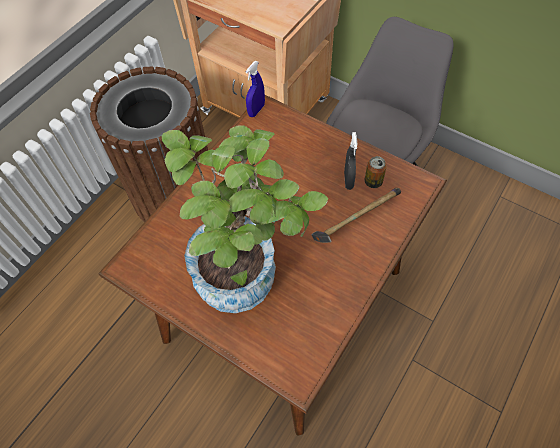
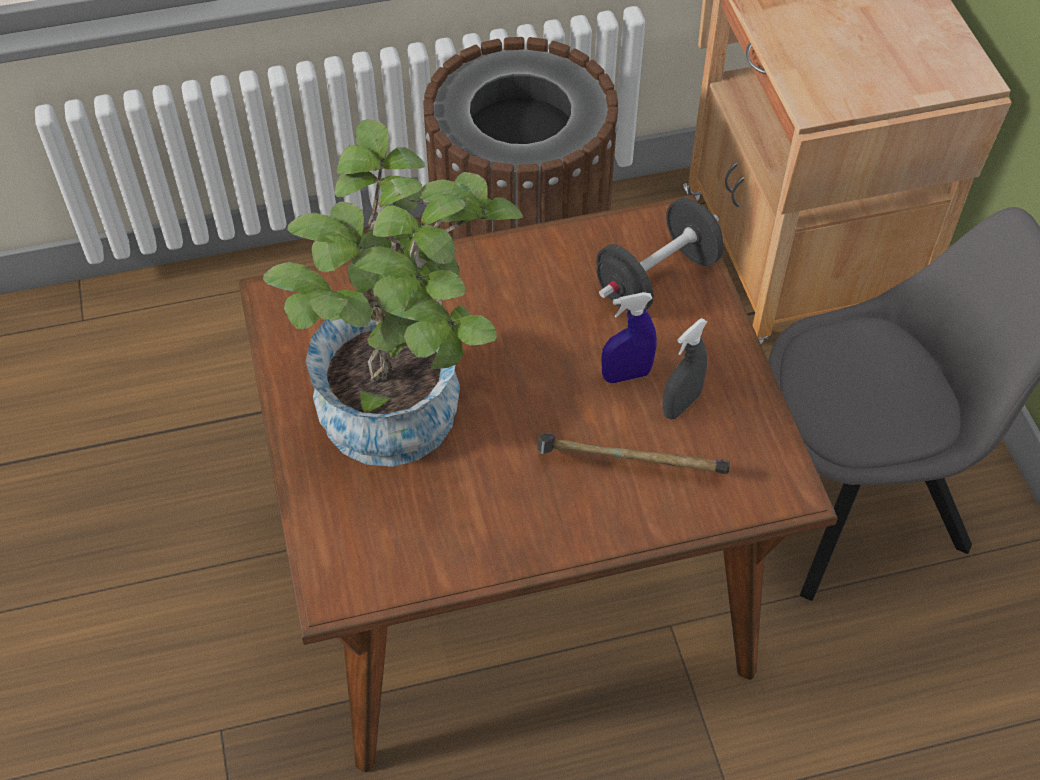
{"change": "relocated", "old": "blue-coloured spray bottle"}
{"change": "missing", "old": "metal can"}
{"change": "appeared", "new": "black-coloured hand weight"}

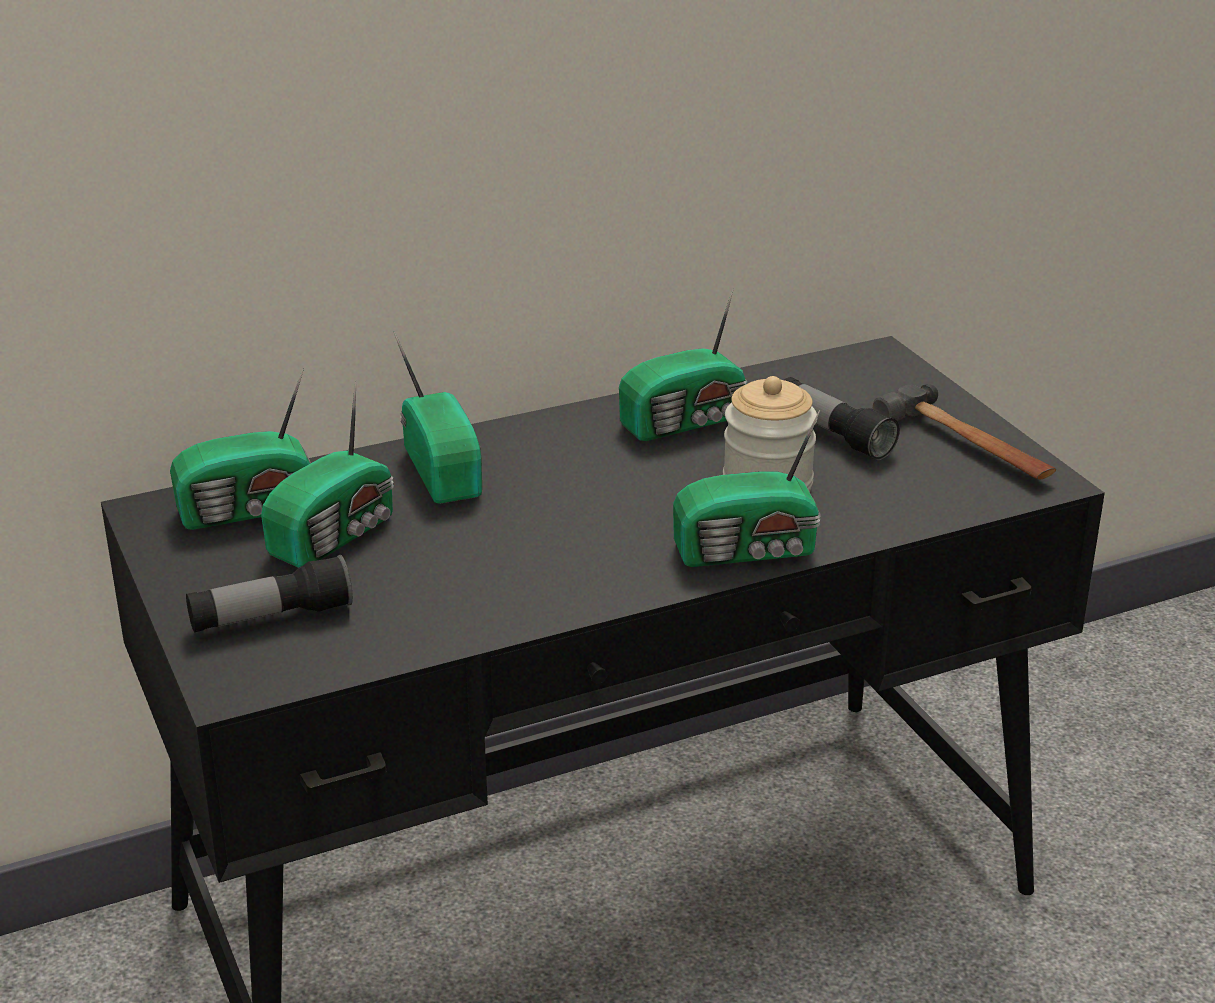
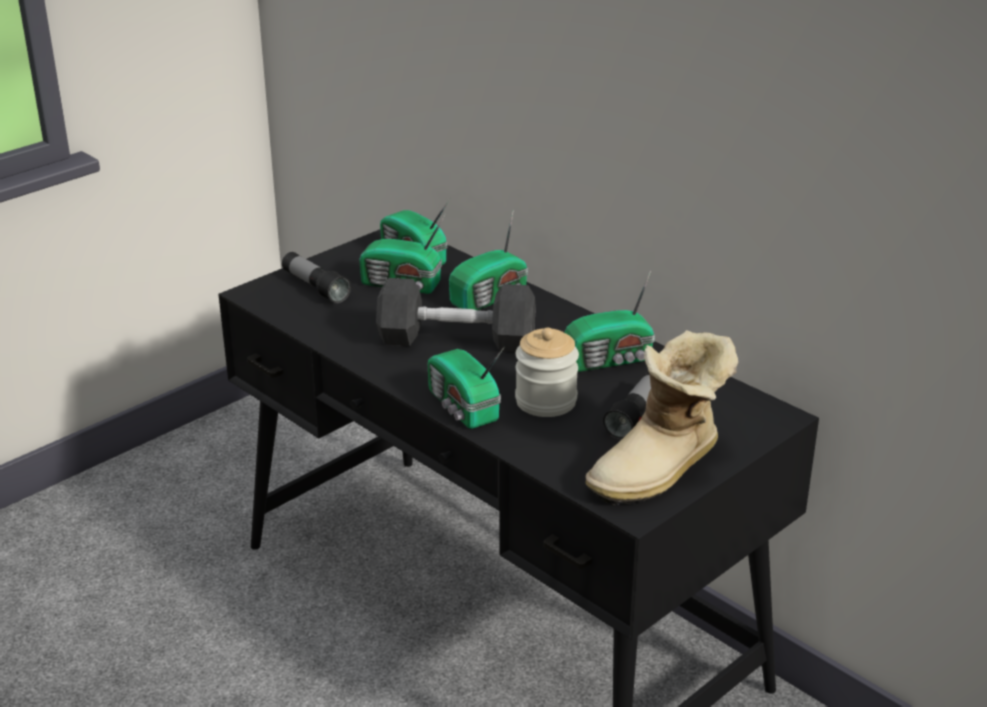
{"change": "spun", "old": "radio receiver (no. 4 from left in the first image)", "degrees": -60}
{"change": "exchanged", "old": "tool hammer", "new": "high-top boot"}
{"change": "appeared", "new": "greyish hand weight"}

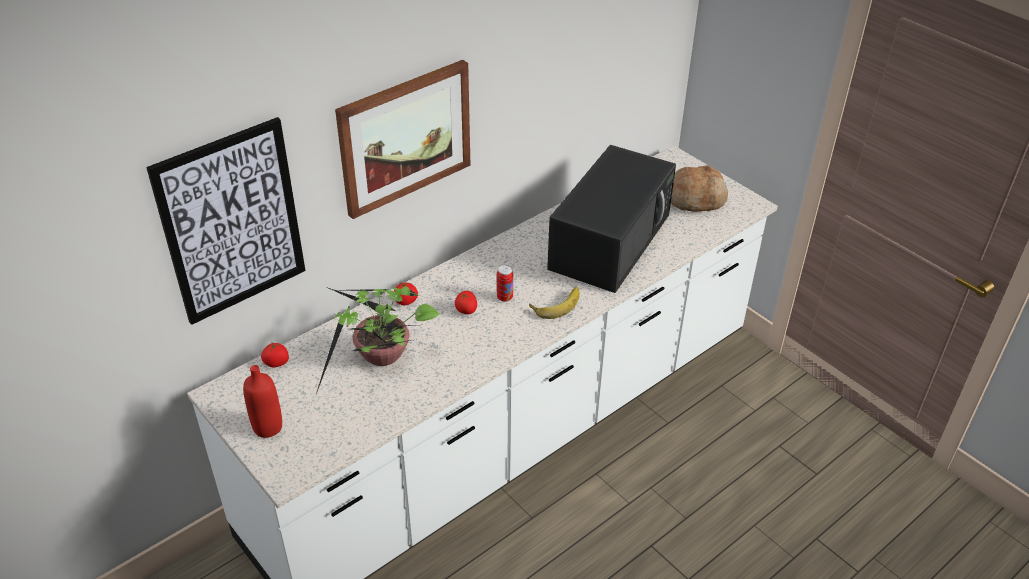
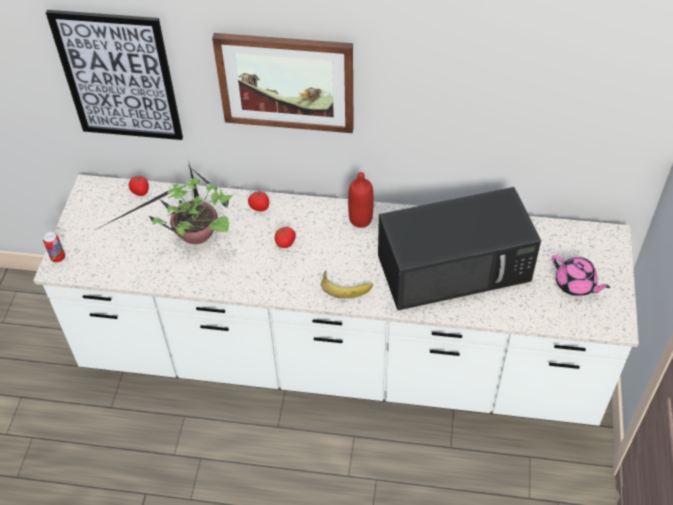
{"change": "exchanged", "old": "baked bread", "new": "pink teapot"}
{"change": "relocated", "old": "metal can"}
{"change": "relocated", "old": "red drink bottle"}

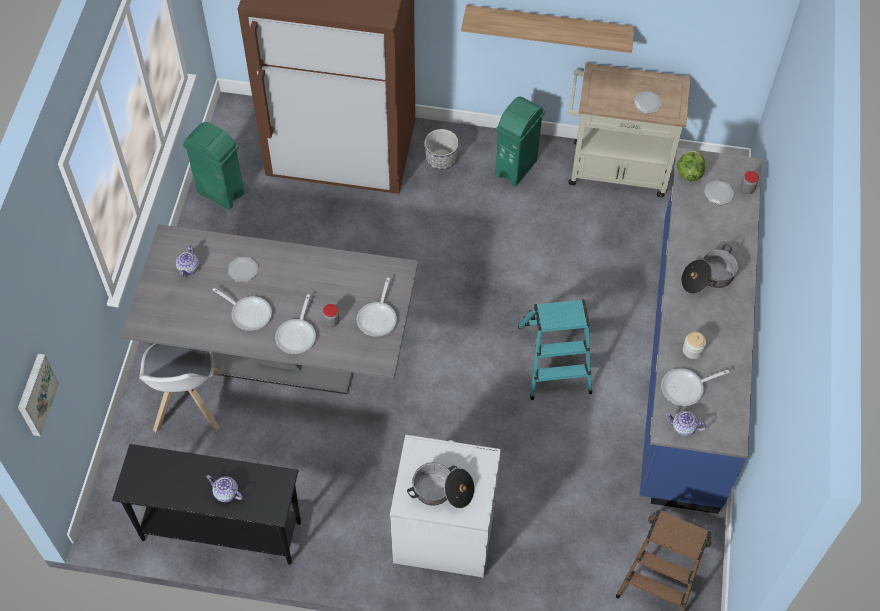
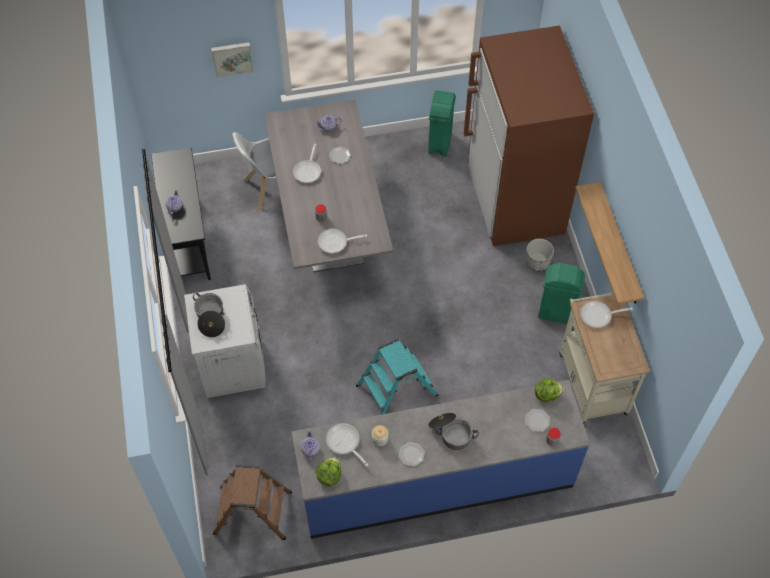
{"change": "relocated", "old": "dinner plate (no. 2 from left)"}
{"change": "relocated", "old": "skillet (no. 2 from left in the first image)", "new": "skillet (no. 4 from left)"}
{"change": "relocated", "old": "wall picture"}
{"change": "appeared", "new": "head of lettuce (no. 1 from left)"}

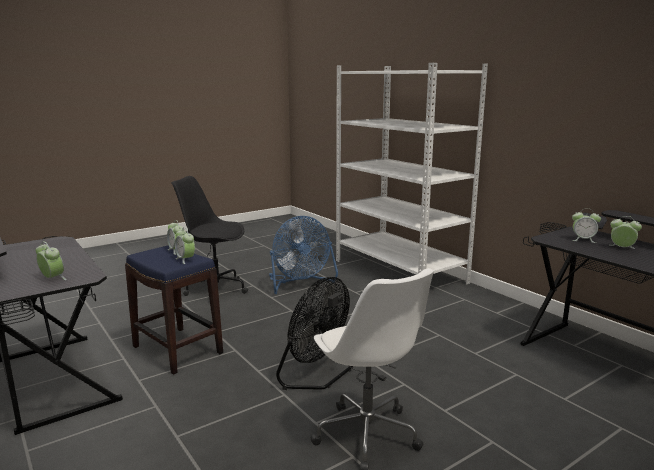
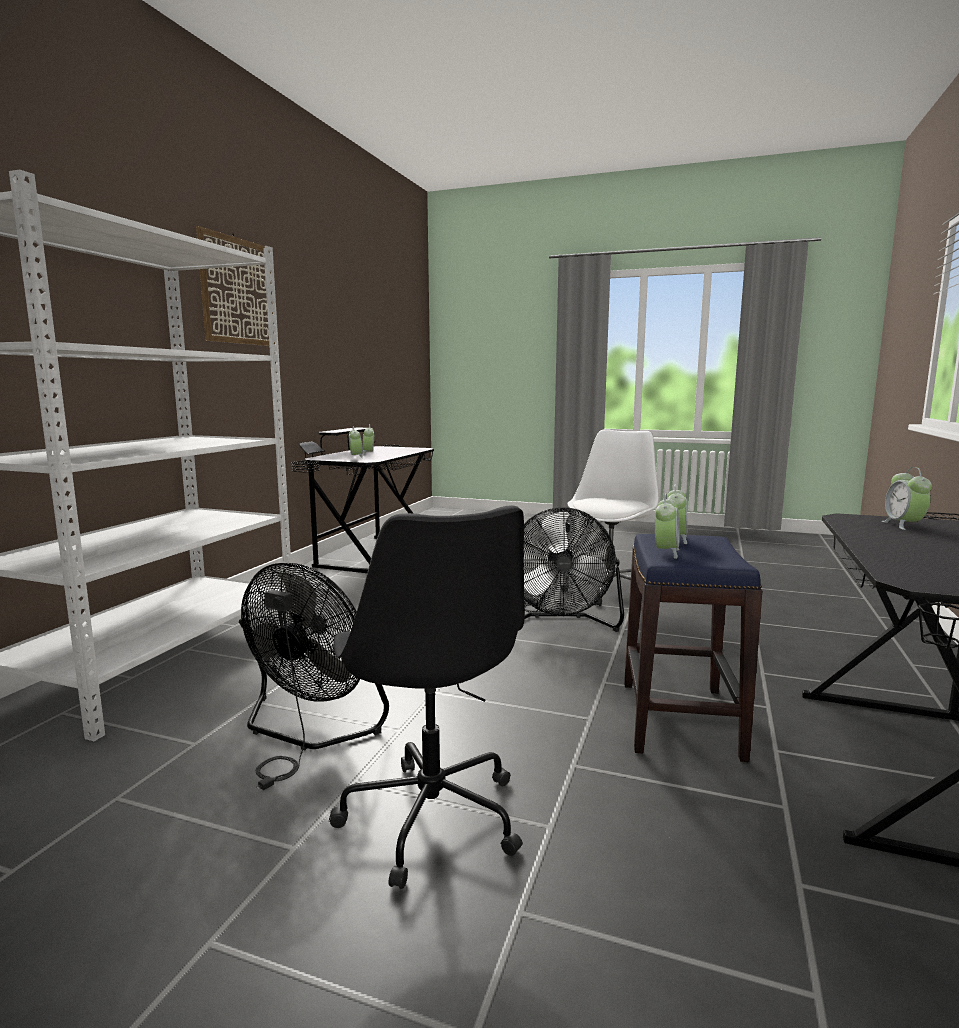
{"change": "colour", "old": "blue-coloured cooling fan", "new": "black-coloured cooling fan (no. 1 from left)"}
{"change": "appeared", "new": "wall picture"}

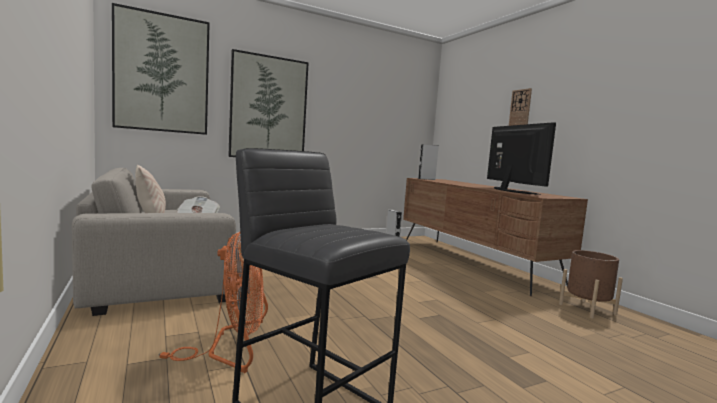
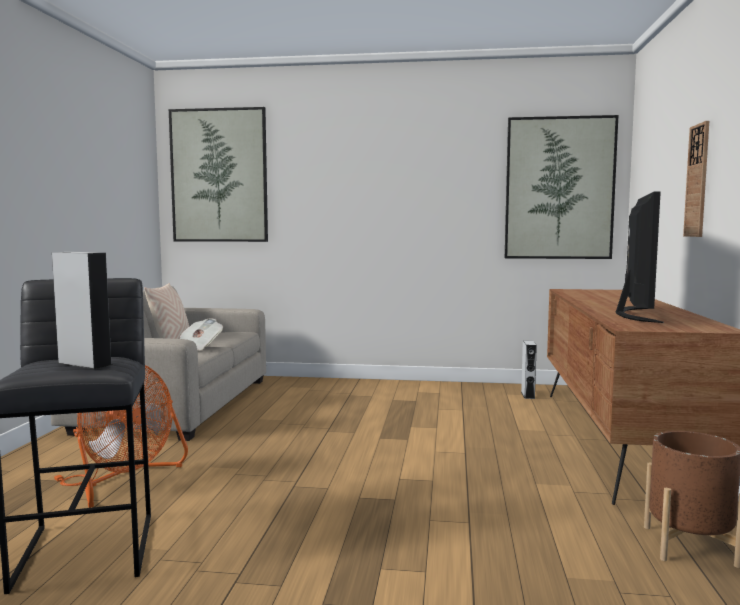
{"change": "relocated", "old": "wall picture (no. 2 from left)"}
{"change": "relocated", "old": "greyish audio speaker (no. 2 from left in the first image)", "new": "greyish audio speaker (no. 1 from left)"}

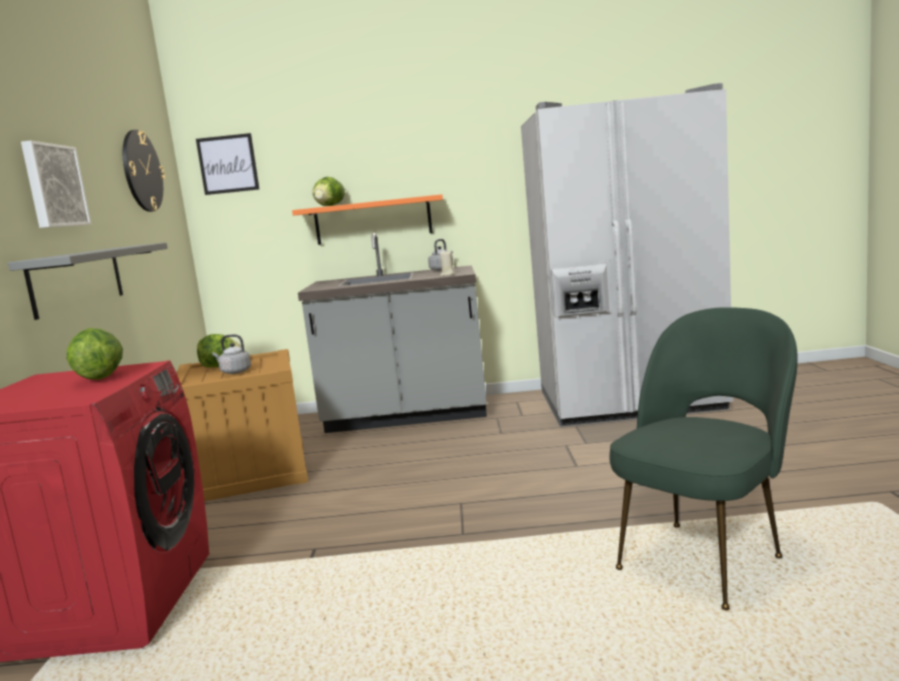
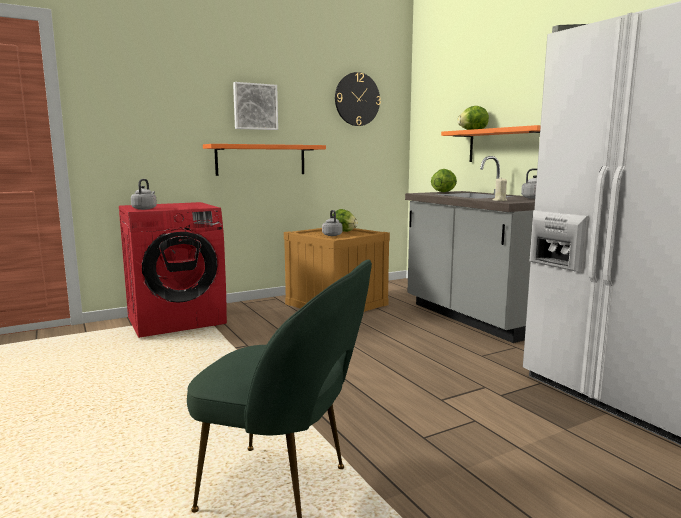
{"change": "missing", "old": "wall picture (no. 2 from left)"}
{"change": "colour", "old": "greyish shelf", "new": "orange-coloured shelf (no. 1 from left)"}
{"change": "relocated", "old": "head of lettuce (no. 1 from left in the first image)", "new": "head of lettuce (no. 2 from left)"}
{"change": "appeared", "new": "greyish water kettle (no. 1 from left)"}

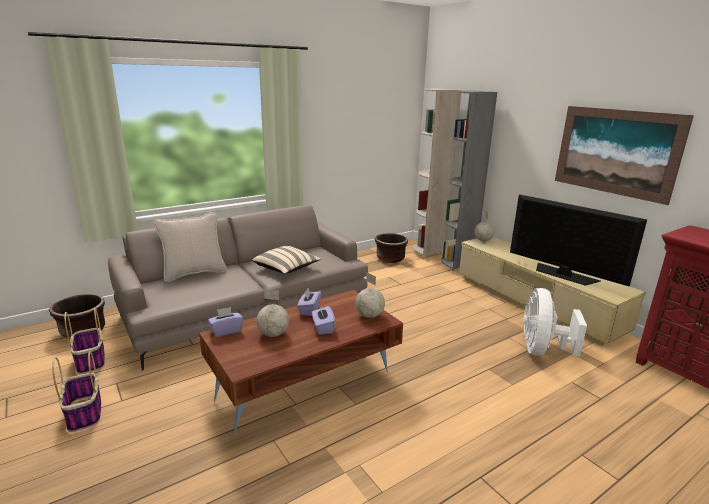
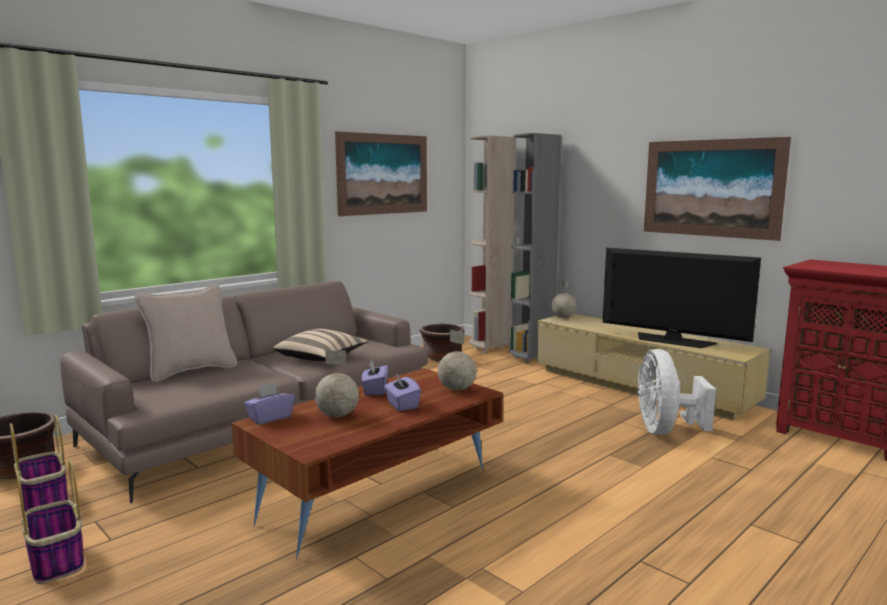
{"change": "appeared", "new": "wall picture (no. 1 from left)"}

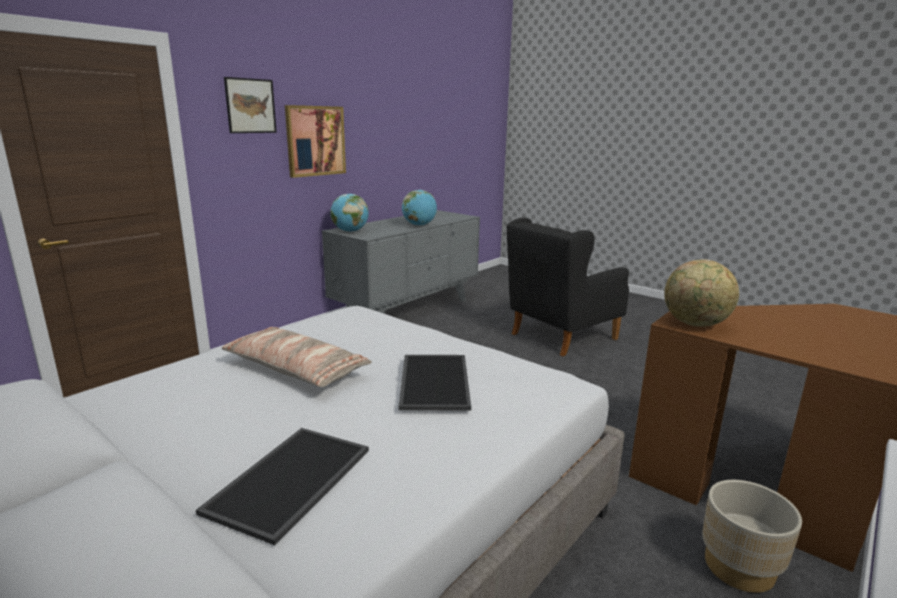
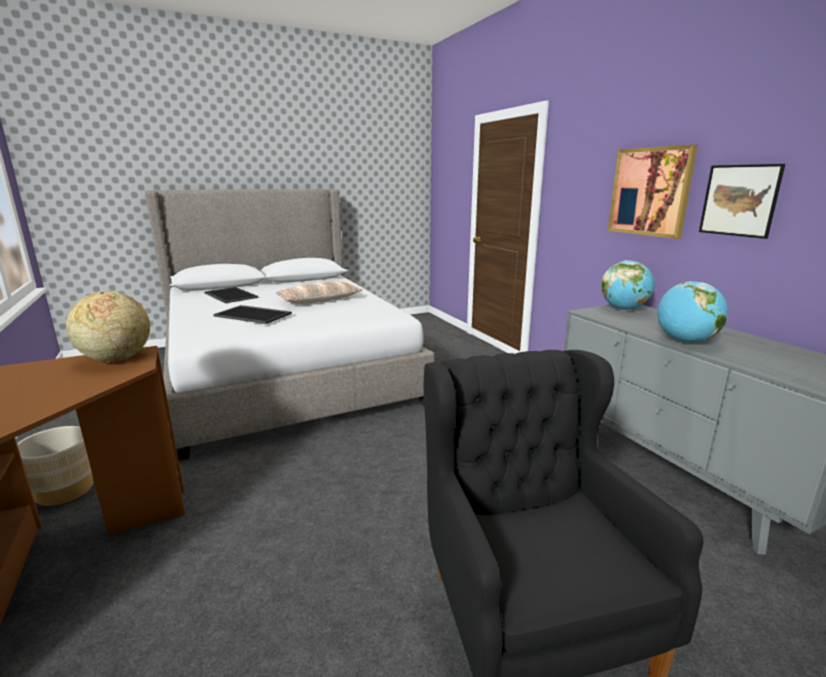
{"change": "relocated", "old": "wall picture (no. 1 from left in the first image)", "new": "wall picture (no. 2 from left)"}

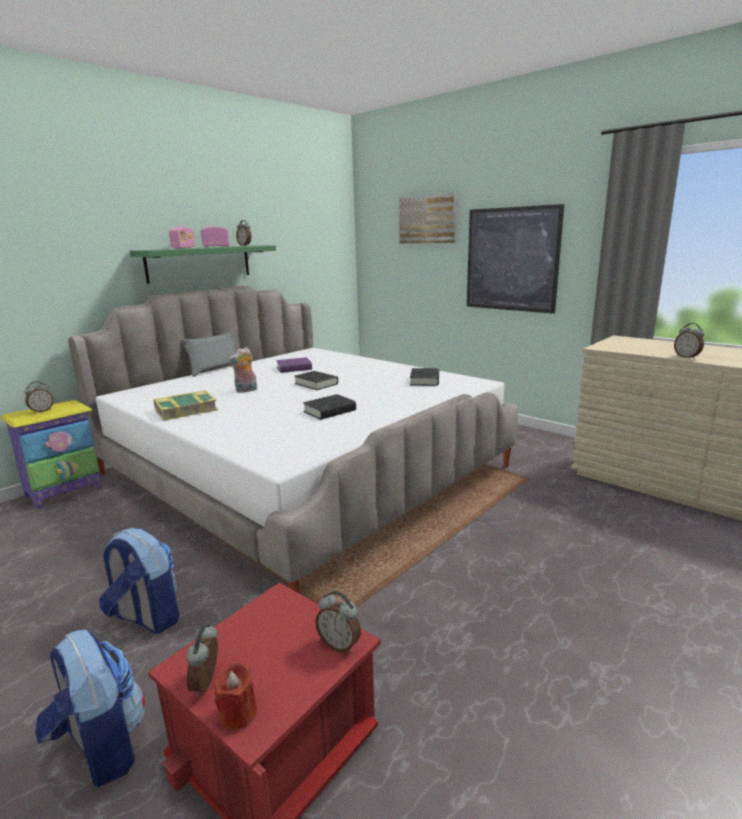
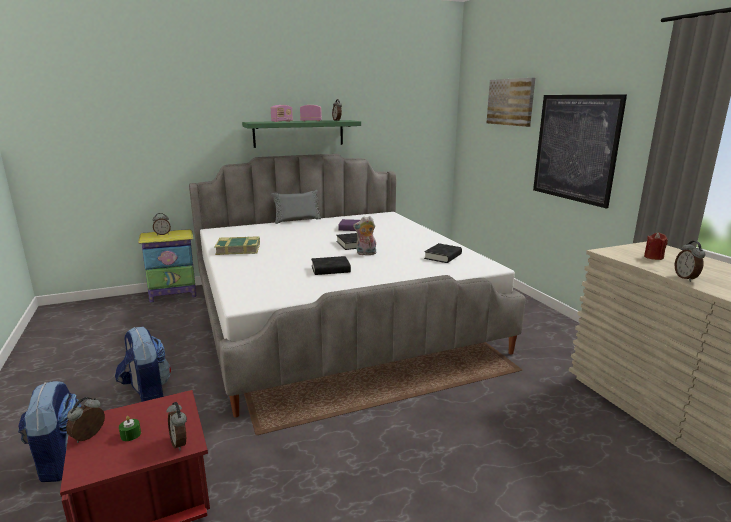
{"change": "relocated", "old": "soft toy"}
{"change": "relocated", "old": "red wax candle"}
{"change": "appeared", "new": "green-coloured wax candle"}

